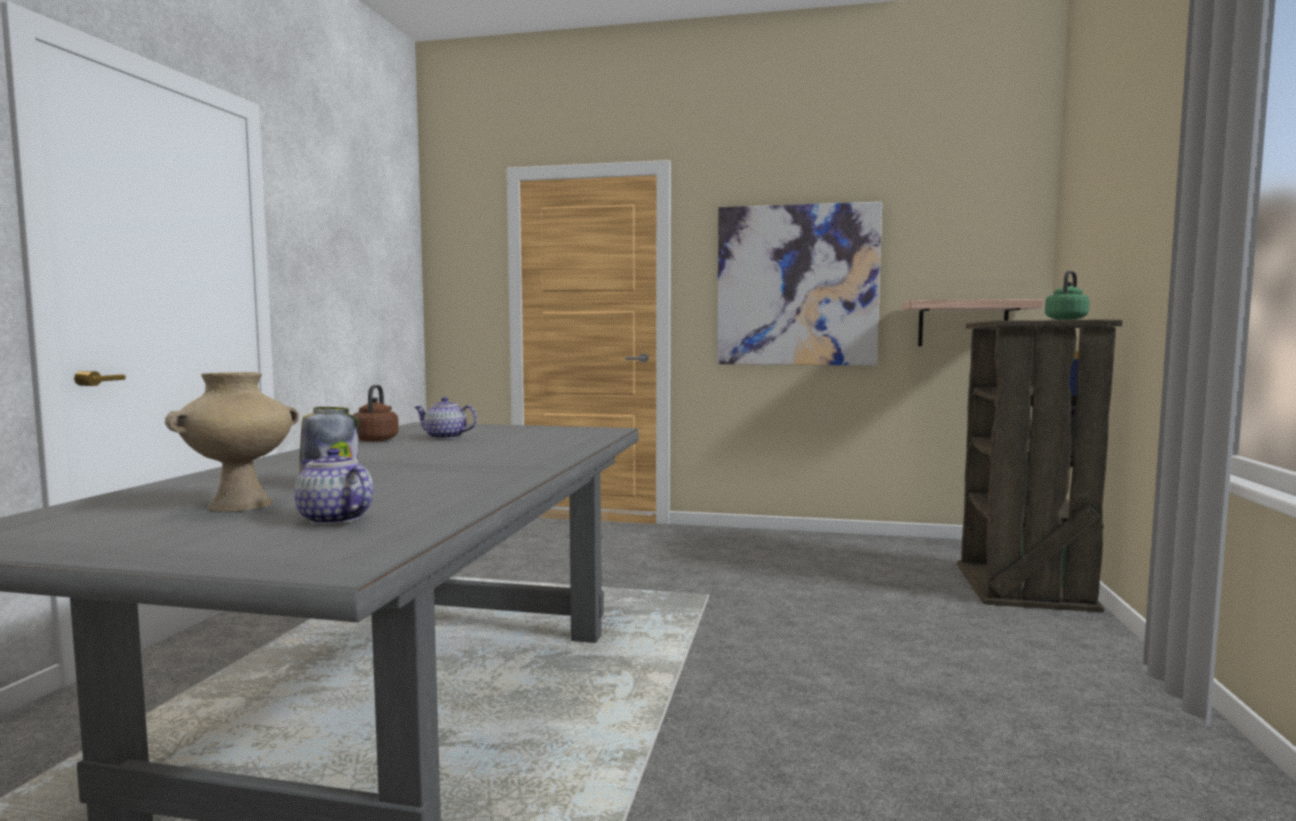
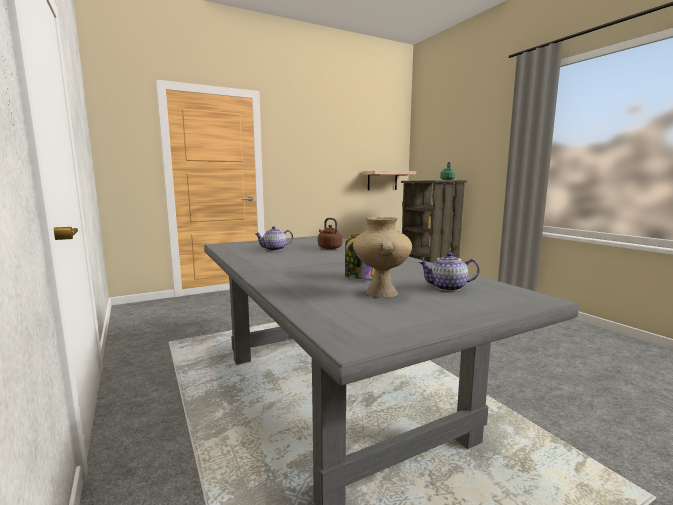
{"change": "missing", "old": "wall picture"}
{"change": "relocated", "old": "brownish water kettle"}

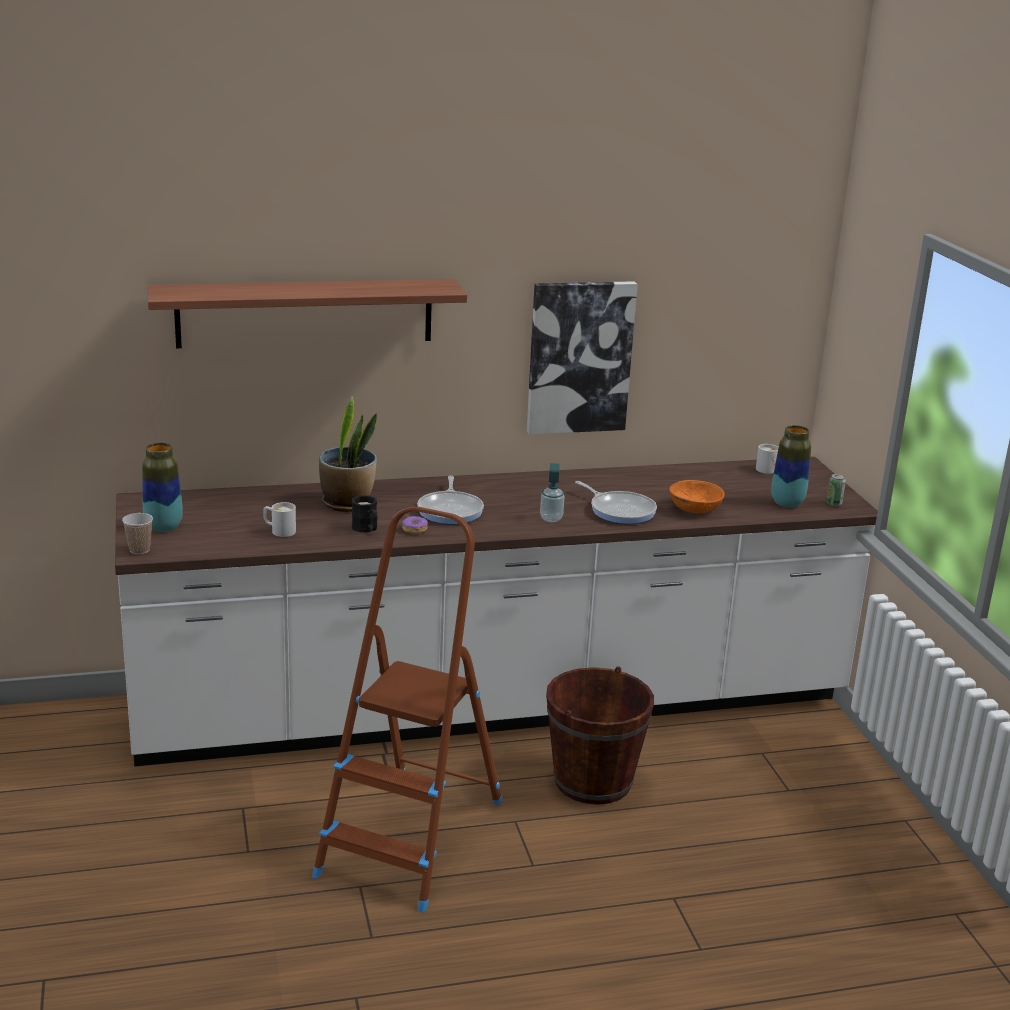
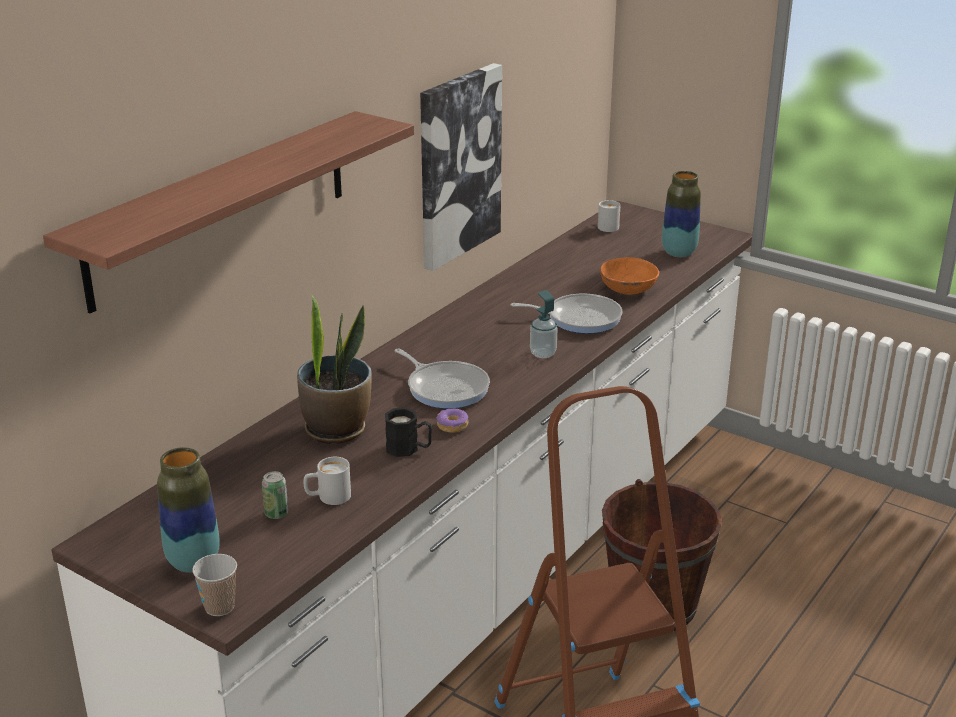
{"change": "relocated", "old": "metal can"}

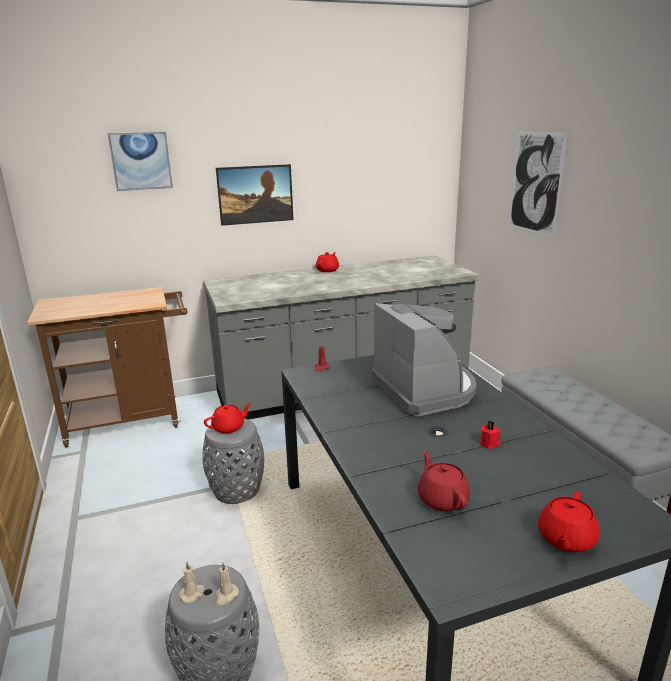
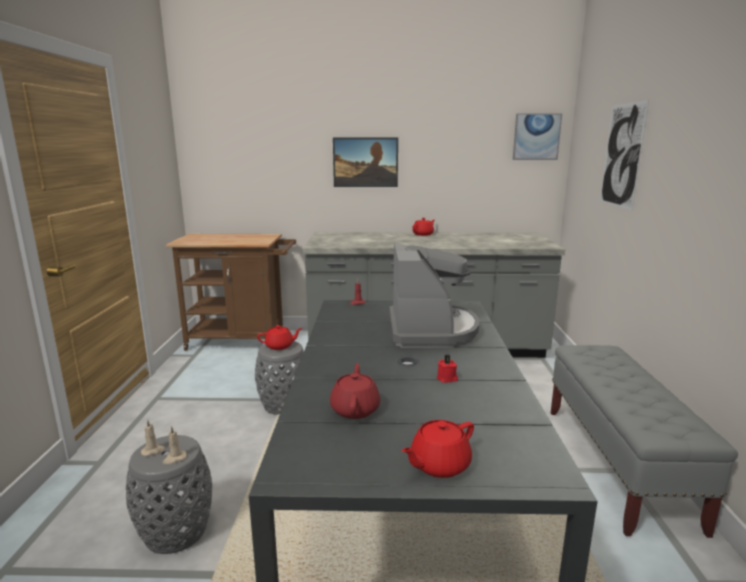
{"change": "relocated", "old": "wall picture (no. 1 from left in the first image)", "new": "wall picture (no. 2 from left)"}

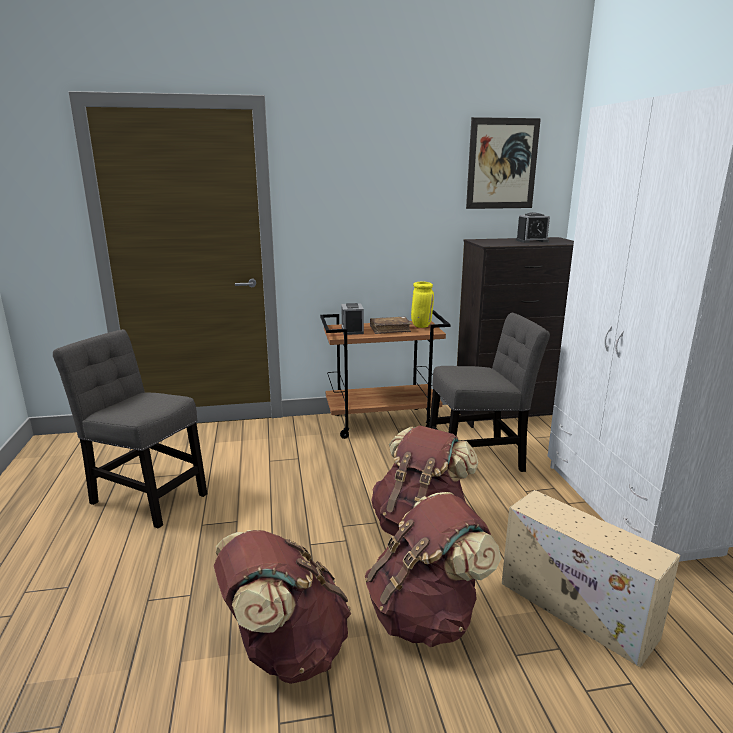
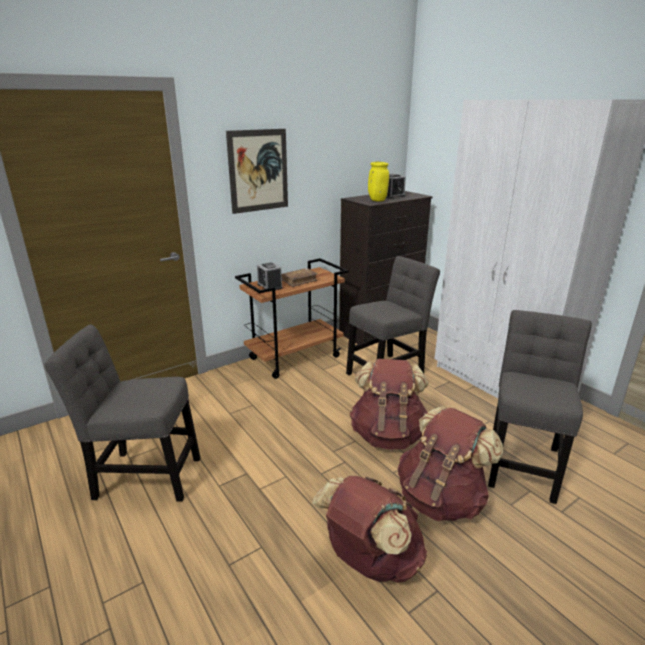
{"change": "relocated", "old": "wall picture"}
{"change": "relocated", "old": "yellow decorative vase"}
{"change": "exchanged", "old": "beige-coloured storage container", "new": "greyish chair (no. 3 from left)"}

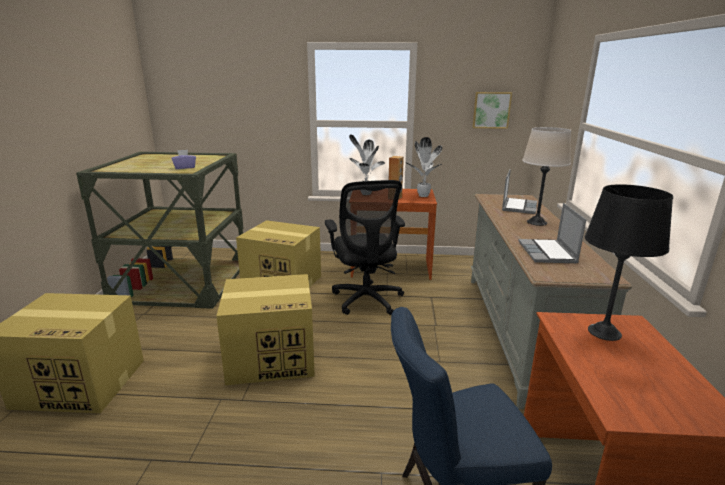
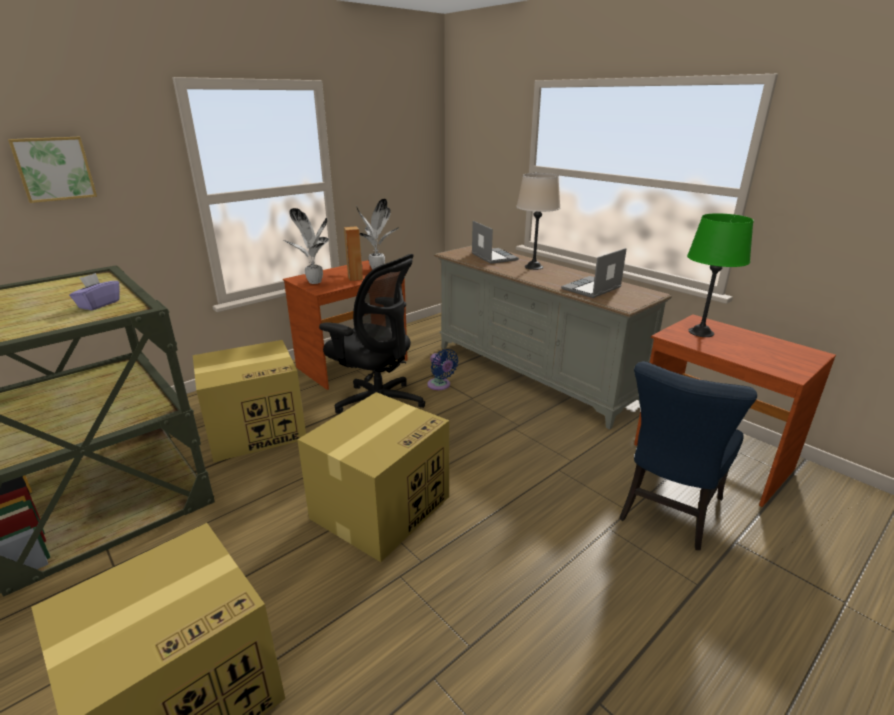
{"change": "relocated", "old": "wall picture"}
{"change": "colour", "old": "black-coloured tabletop lamp", "new": "green-coloured tabletop lamp"}
{"change": "spun", "old": "portable computer (no. 2 from left)", "degrees": 90}
{"change": "appeared", "new": "blue-coloured cooling fan"}

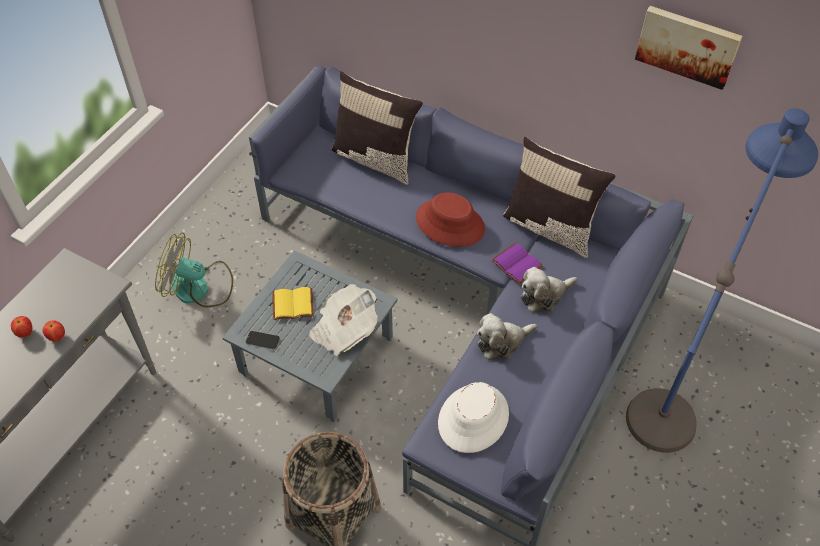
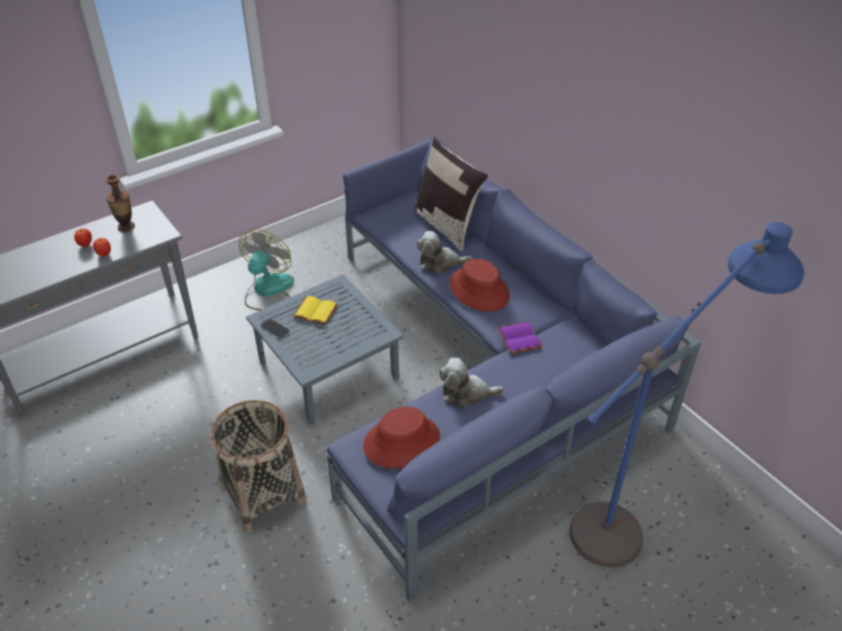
{"change": "missing", "old": "wall picture"}
{"change": "missing", "old": "cushion (no. 2 from left)"}
{"change": "spun", "old": "cooling fan", "degrees": 75}
{"change": "relocated", "old": "soft toy (no. 2 from left in the first image)", "new": "soft toy (no. 1 from left)"}
{"change": "missing", "old": "newspaper"}
{"change": "colour", "old": "whitish wearable hat", "new": "red wearable hat (no. 1 from left)"}
{"change": "appeared", "new": "decorative vase"}

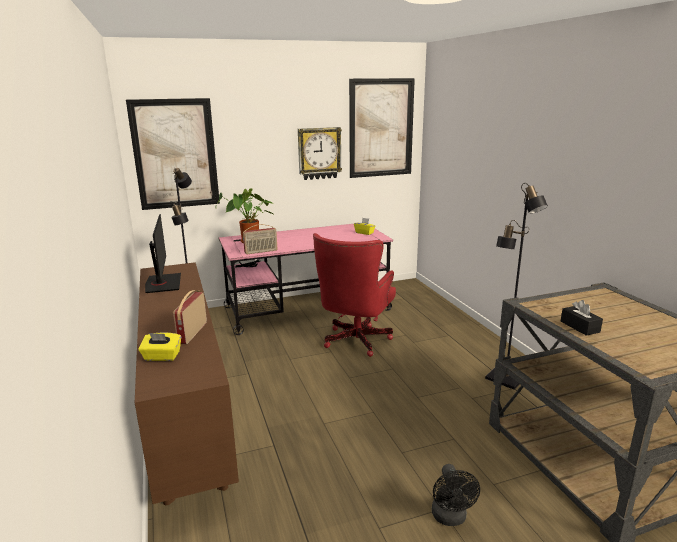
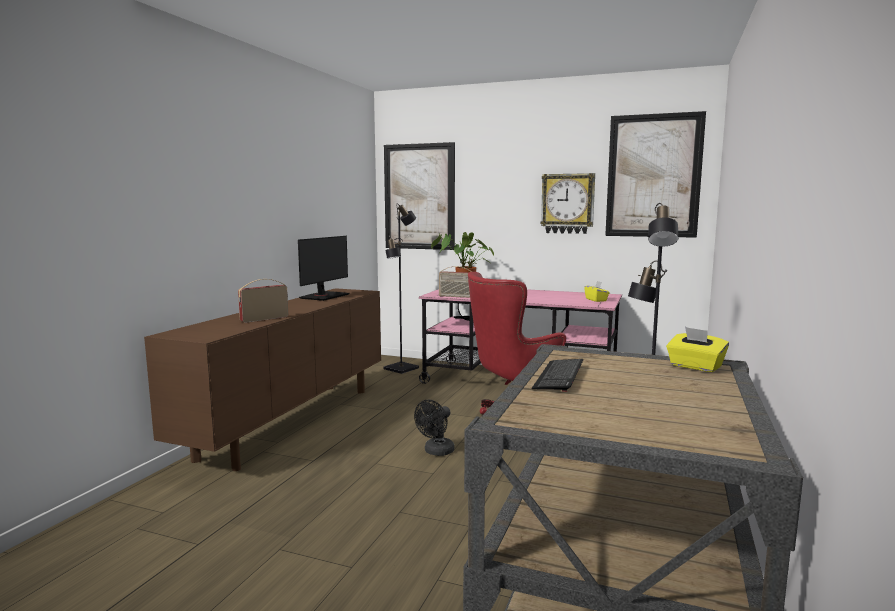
{"change": "exchanged", "old": "black-coloured tissue holder", "new": "computer keyboard"}
{"change": "relocated", "old": "yellow tissue holder (no. 1 from left in the first image)", "new": "yellow tissue holder (no. 2 from left)"}
{"change": "relocated", "old": "black-coloured cooling fan"}

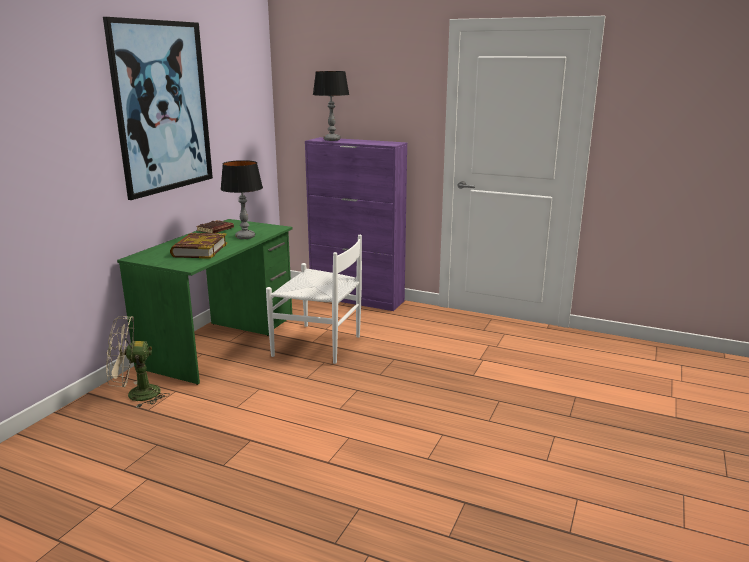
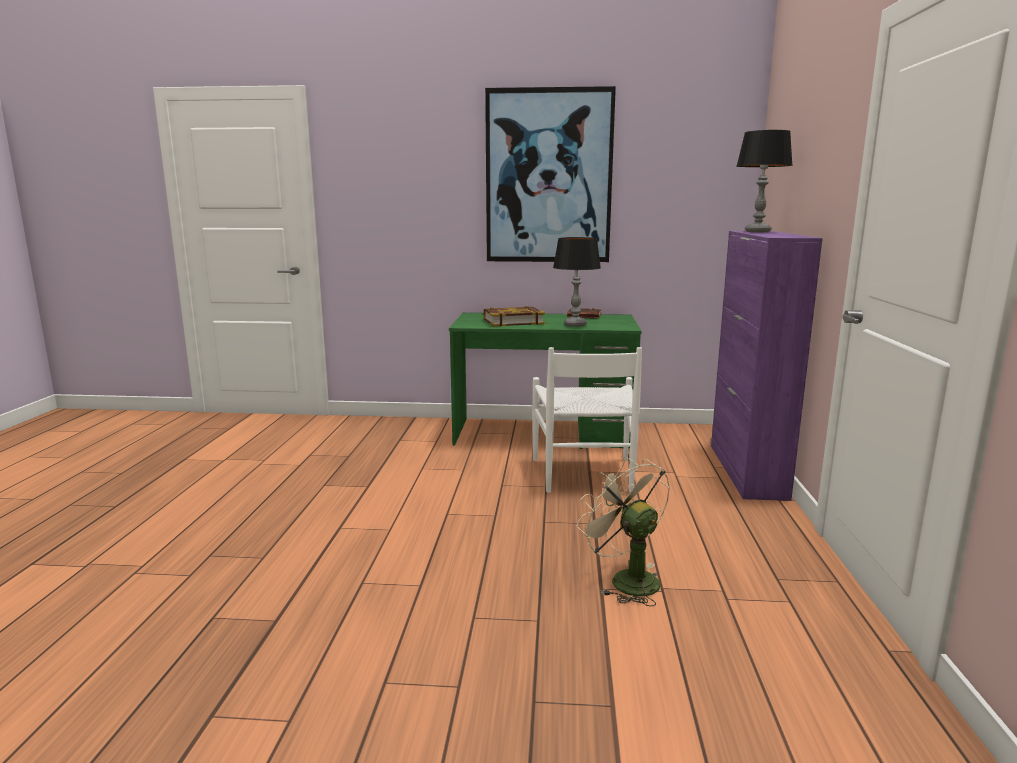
{"change": "relocated", "old": "beige-coloured cooling fan"}

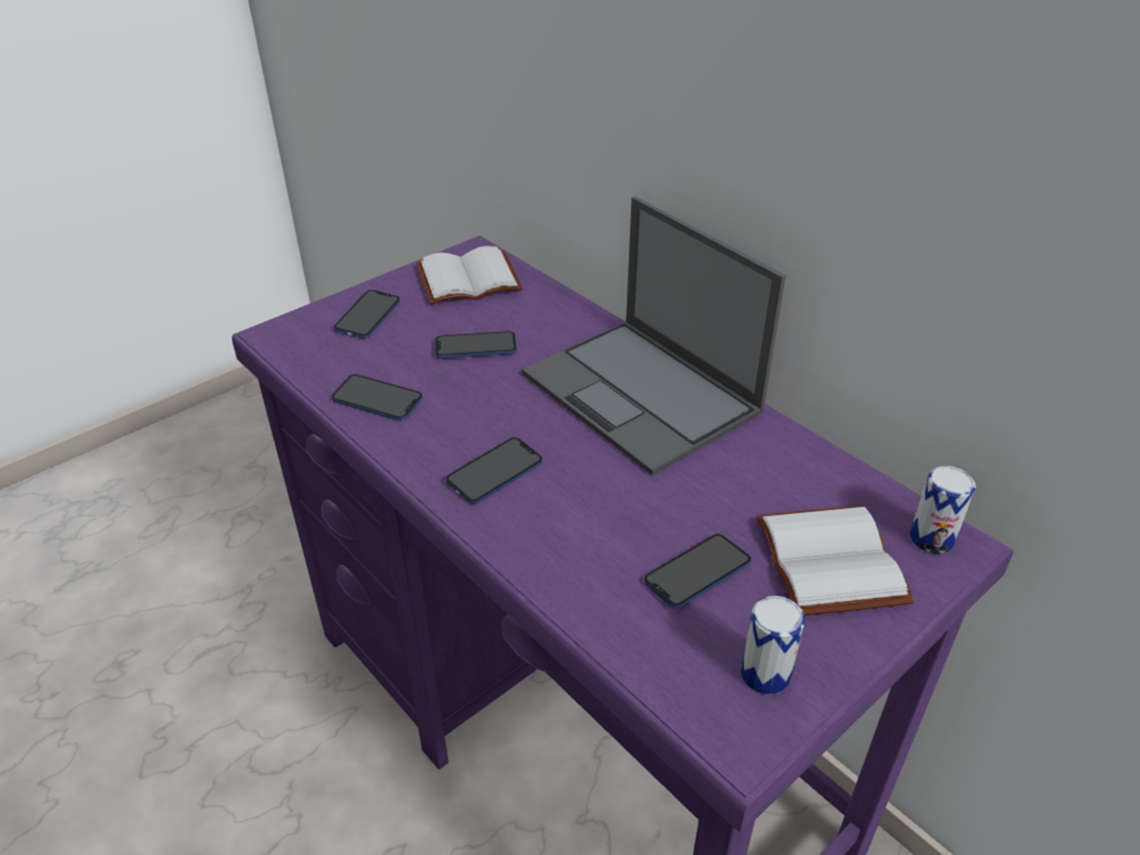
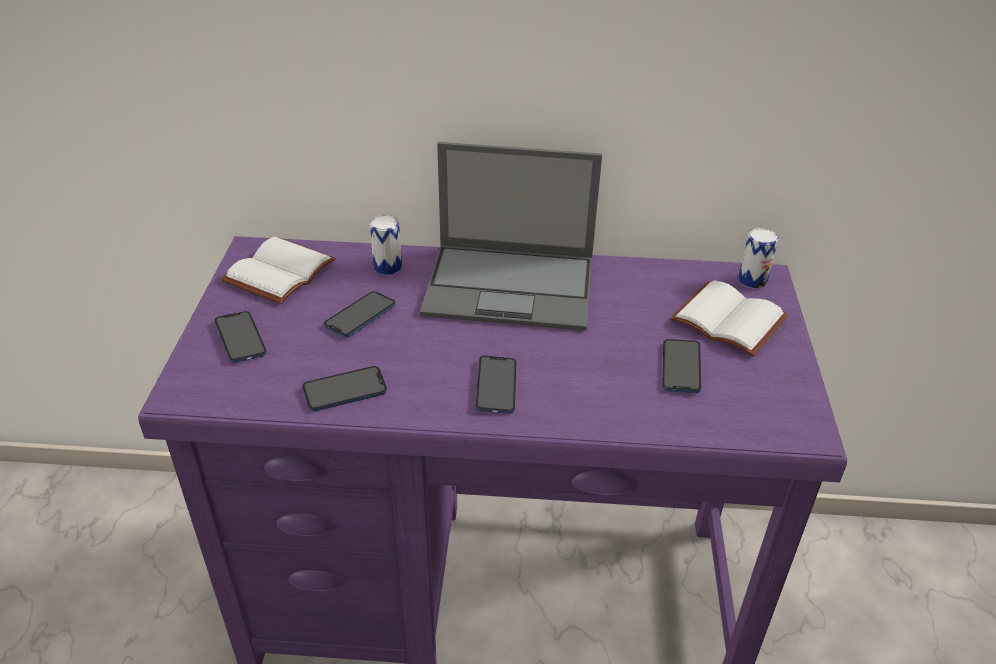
{"change": "relocated", "old": "metal can (no. 1 from left)"}

